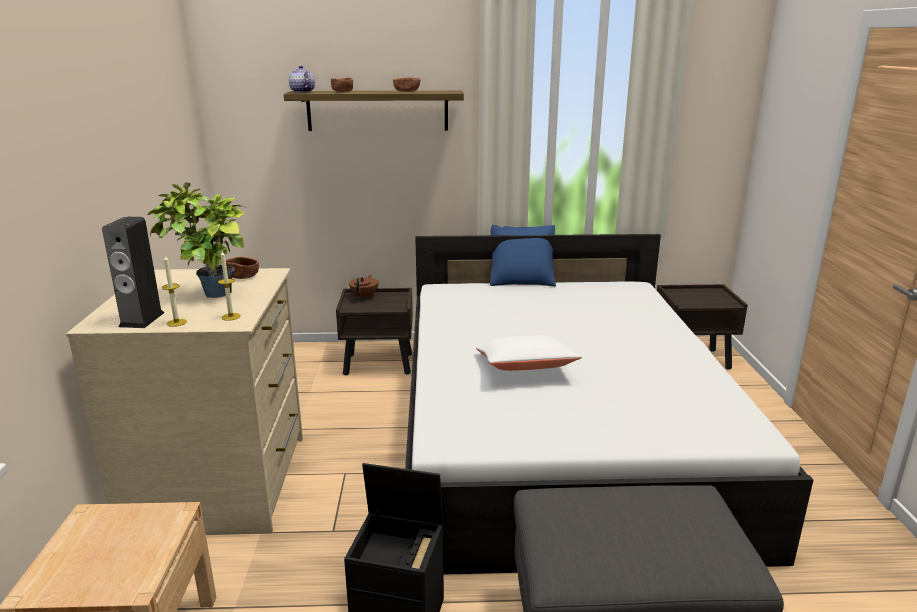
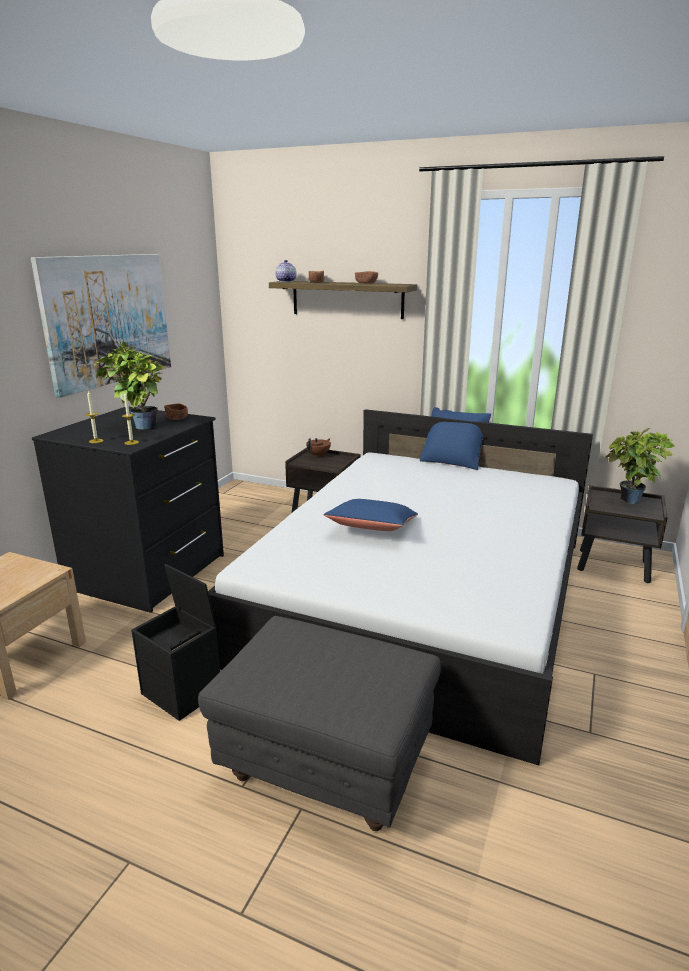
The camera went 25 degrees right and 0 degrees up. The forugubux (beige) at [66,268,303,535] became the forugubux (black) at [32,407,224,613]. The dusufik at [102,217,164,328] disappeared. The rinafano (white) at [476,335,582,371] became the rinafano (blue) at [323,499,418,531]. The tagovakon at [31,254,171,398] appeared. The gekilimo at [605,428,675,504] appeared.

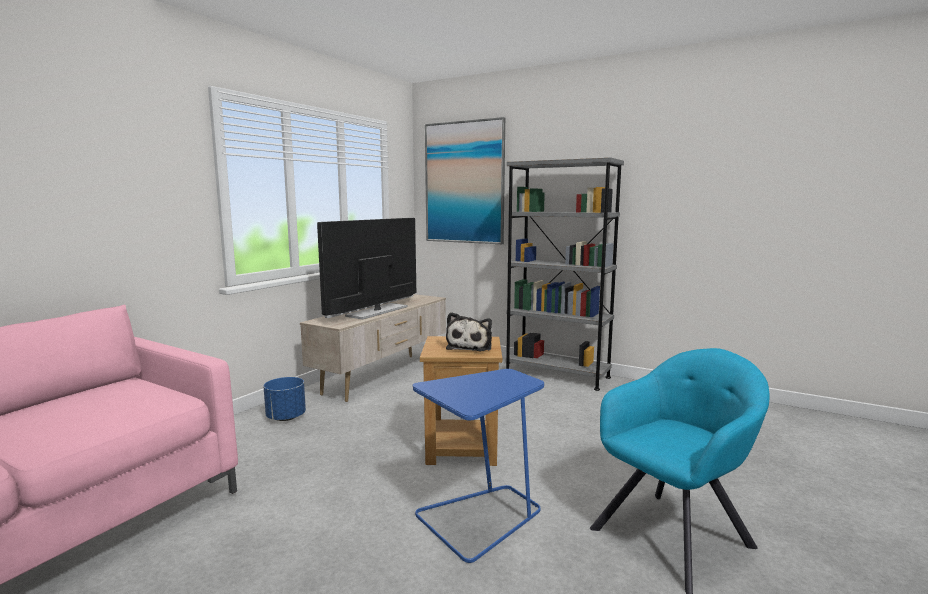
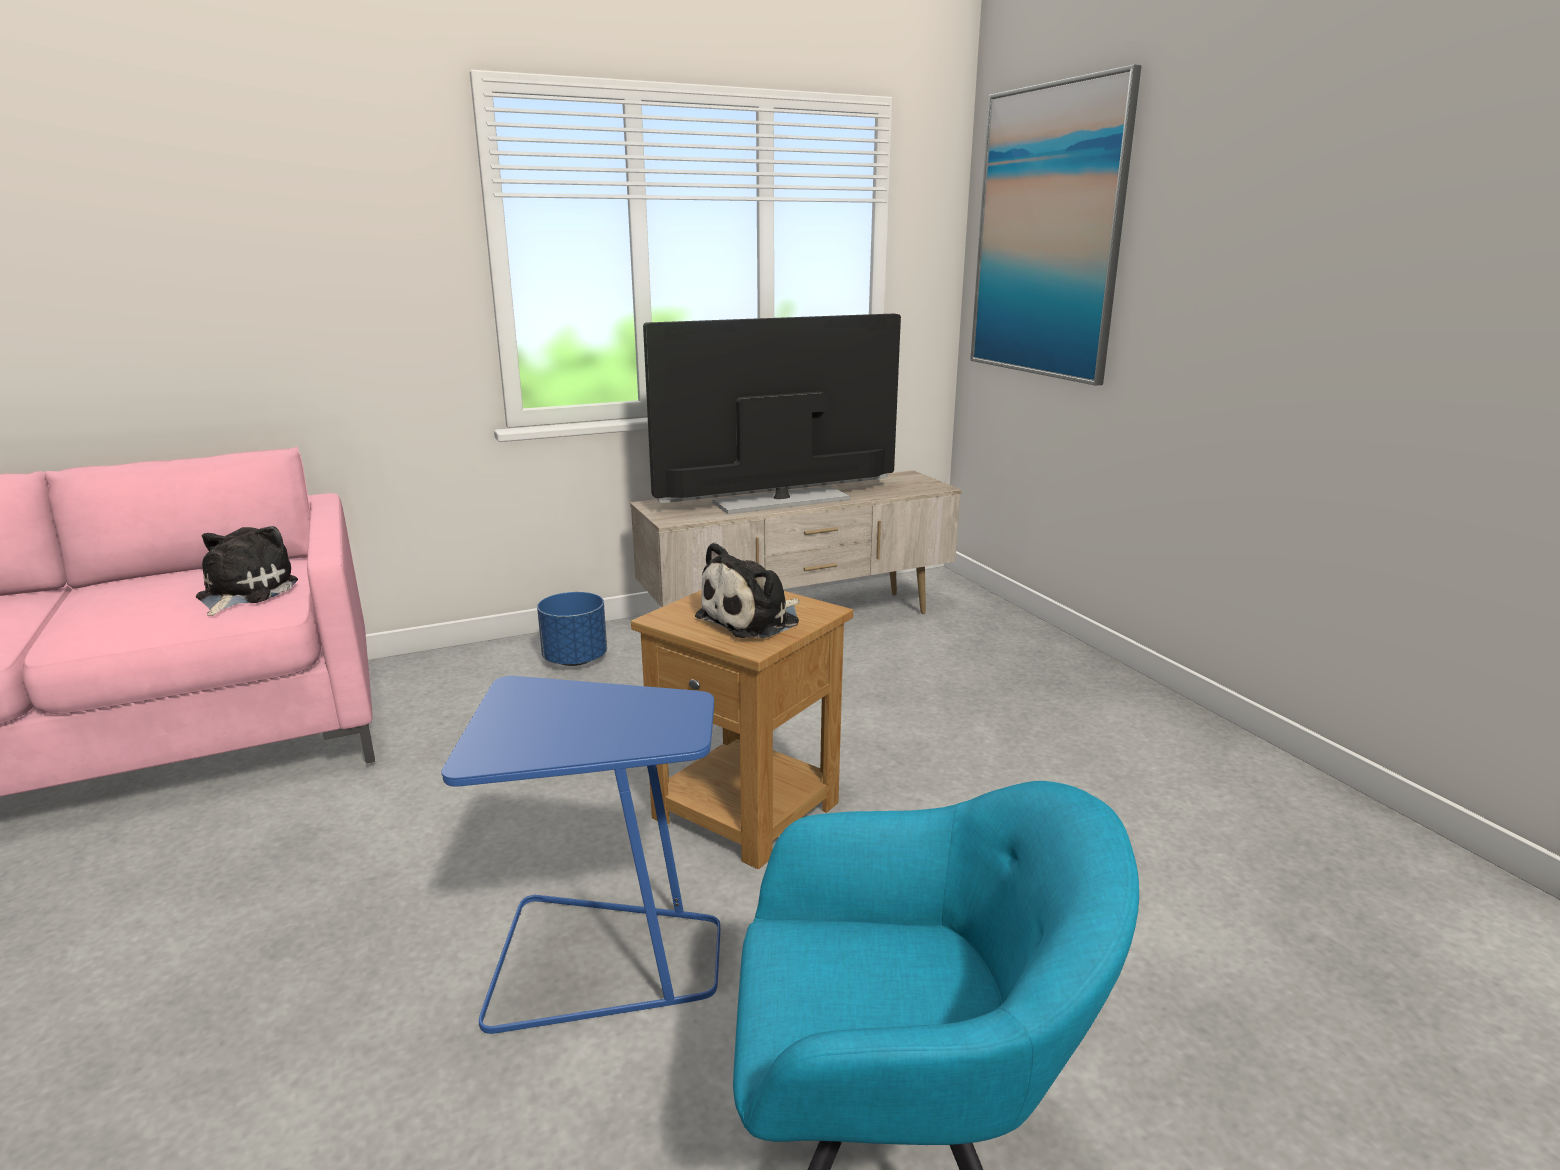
The camera went 35 degrees right and 10 degrees up. The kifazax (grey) at [506,158,624,391] disappeared. The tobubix at [196,526,298,616] appeared.

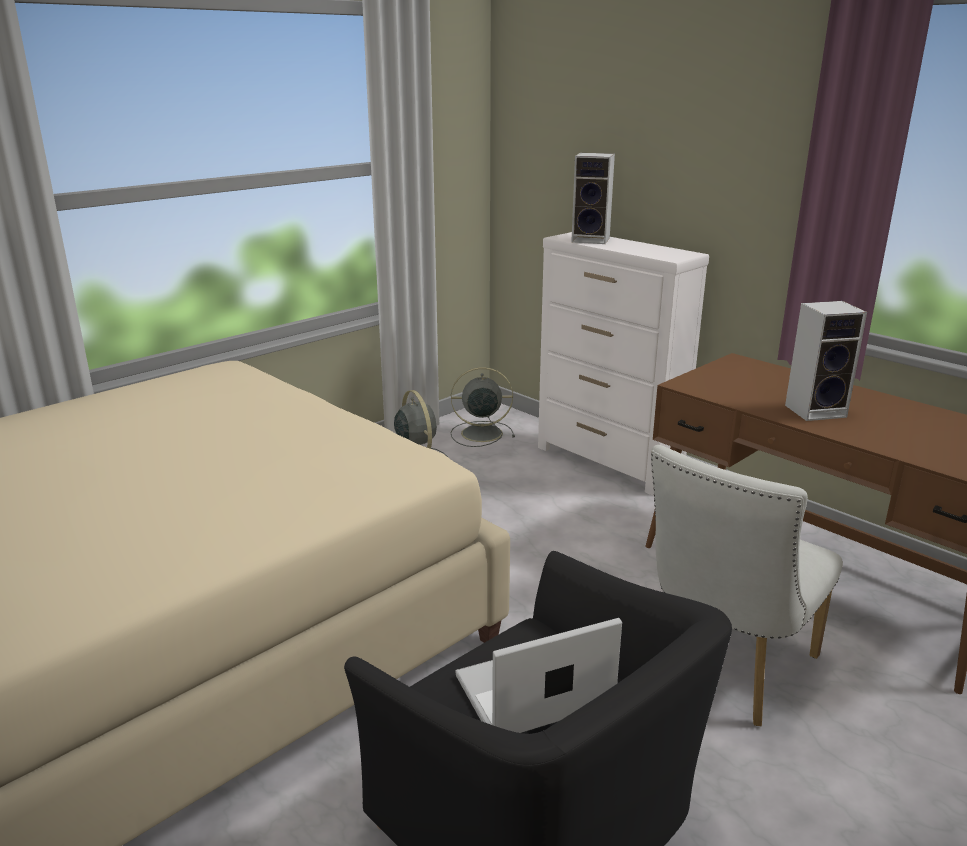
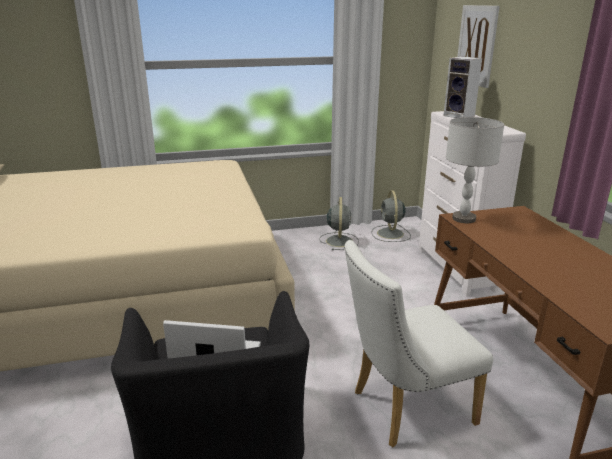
The camera went 30 degrees right and 0 degrees up. The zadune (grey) at [451,367,515,447] turned 120 degrees counterclockwise. The dusufik at [785,301,867,421] disappeared. The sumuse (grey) at [446,117,504,223] appeared. The tagovakon at [457,5,500,88] appeared.

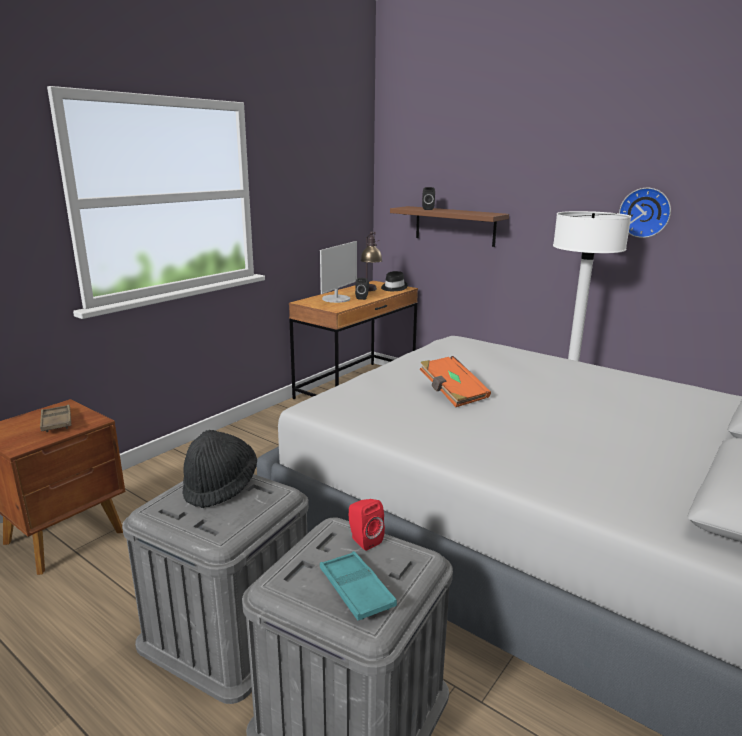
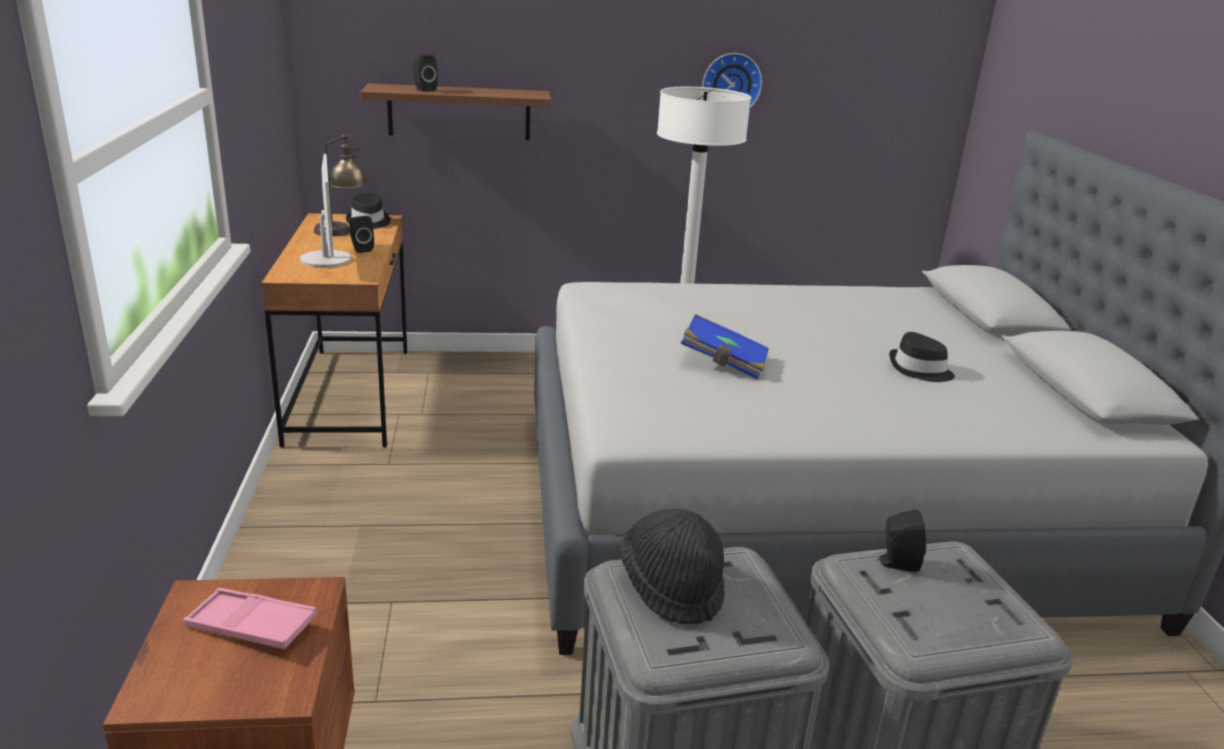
The camera went 45 degrees left and 5 degrees up. The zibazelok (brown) at [40,404,71,432] became the zibazelok (pink) at [183,588,317,649]. The zibazelok (turquoise) at [320,551,397,620] disappeared. The dusufik (red) at [348,499,385,551] became the dusufik (black) at [877,509,926,572]. The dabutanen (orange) at [420,356,491,407] became the dabutanen (blue) at [681,314,769,380]. The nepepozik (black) at [889,332,955,382] appeared.

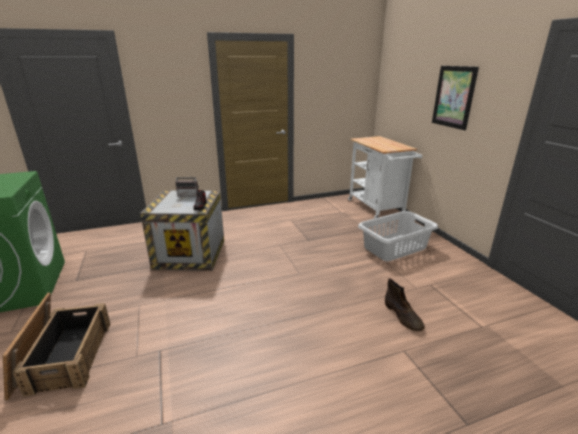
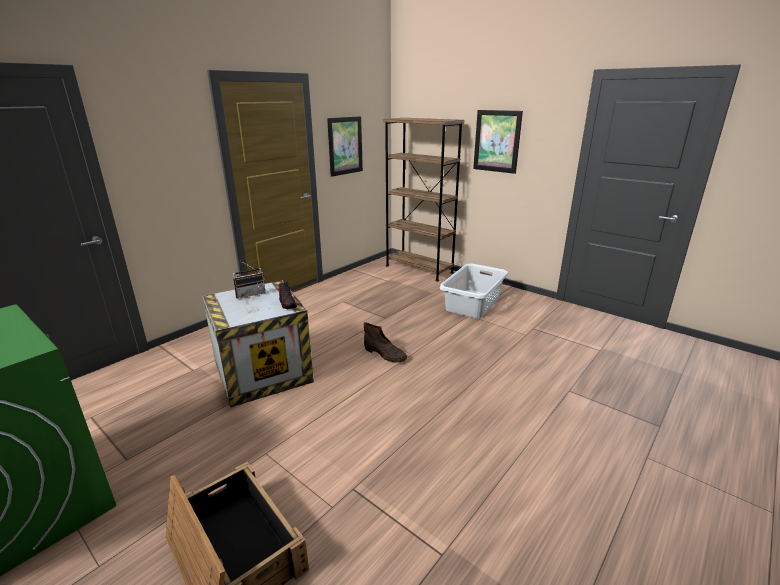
The camera went 30 degrees left and 0 degrees up. The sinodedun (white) at [348,136,422,219] was replaced by the kifazax (brown) at [383,118,464,282]. The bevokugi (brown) moved from [385,278,425,332] to [364,322,407,363]. The tagovakon at [327,116,363,177] appeared.

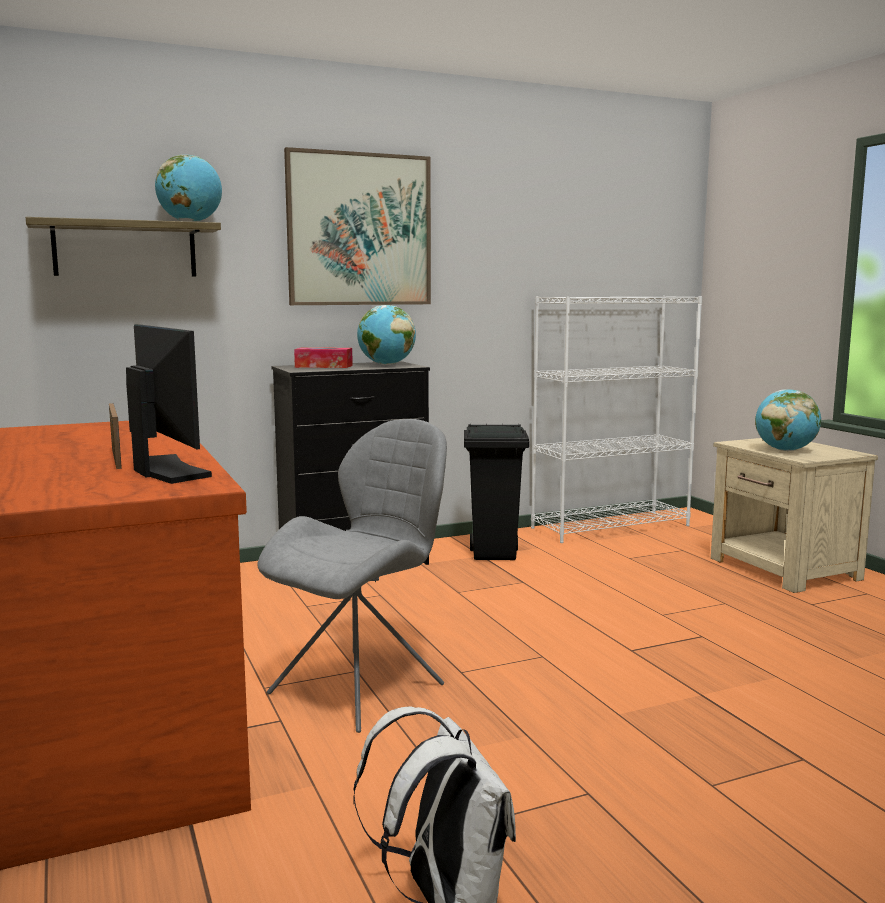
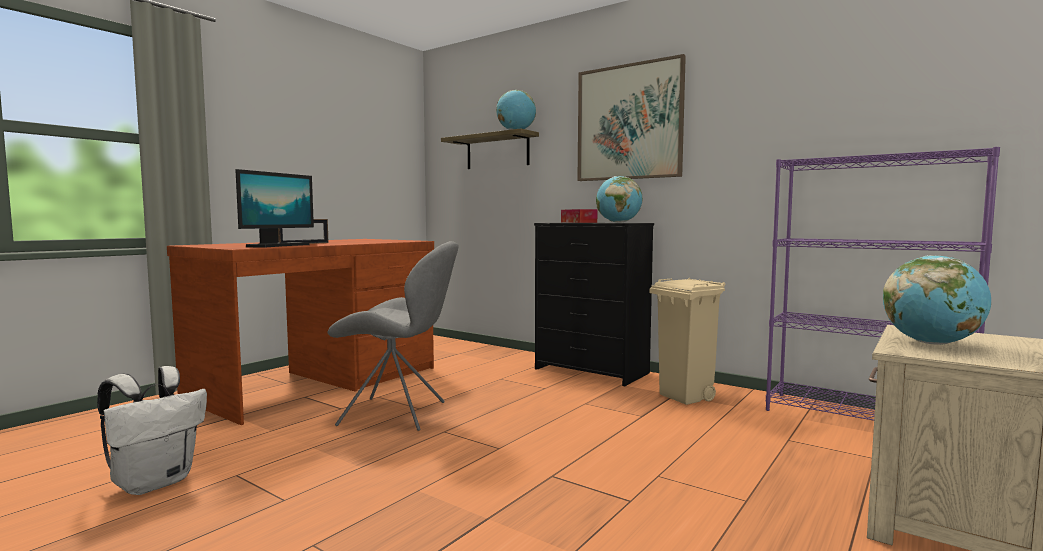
The camera went 60 degrees right and 5 degrees down. The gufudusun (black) at [464,424,529,560] became the gufudusun (beige) at [650,278,725,405]. The kifazax (white) at [531,296,702,543] became the kifazax (purple) at [766,147,1000,421].

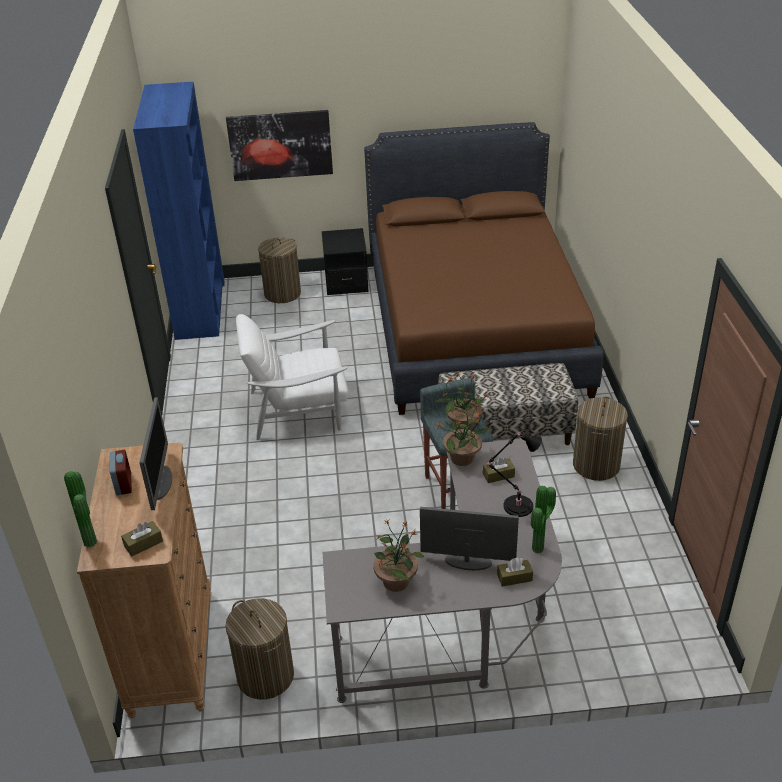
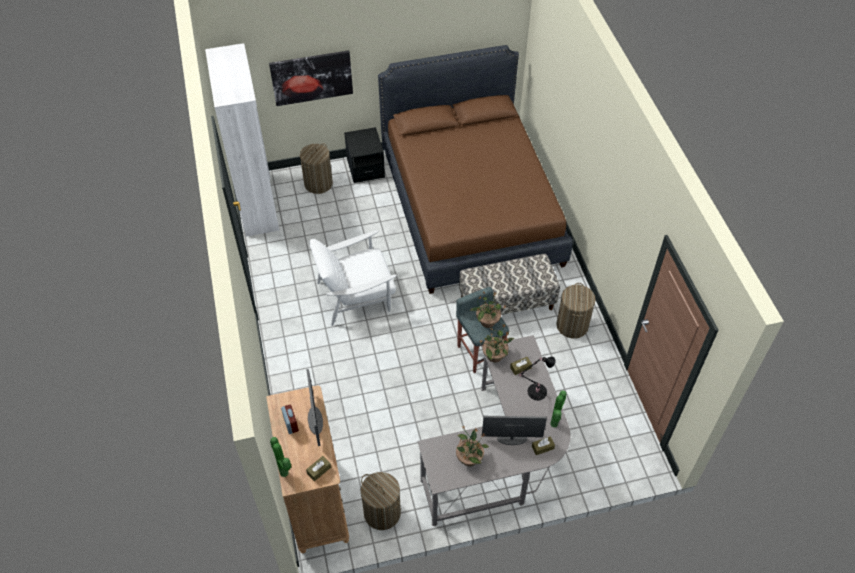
The camera went 10 degrees left and 15 degrees up. The kifazax (blue) at [133,82,225,340] became the kifazax (white) at [205,43,279,237].

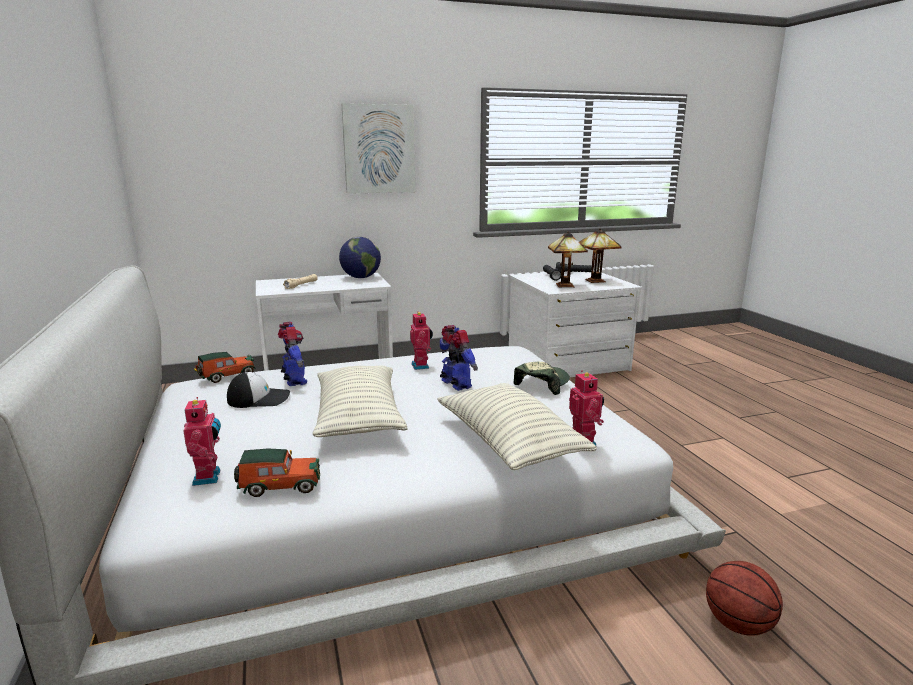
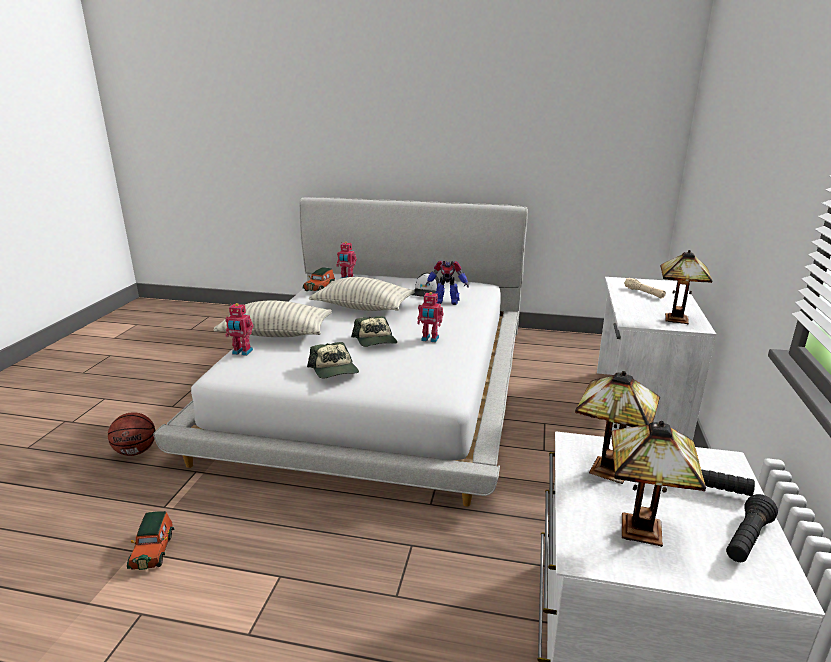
The camera went 120 degrees right and 5 degrees up. The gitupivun moved from [194,352,256,383] to [127,511,174,570]. The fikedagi at [339,237,381,278] was replaced by the sumuse at [660,250,713,324]. The tagovakon at [341,103,415,194] disappeared. The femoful at [440,325,478,391] was replaced by the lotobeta at [351,316,397,347].

